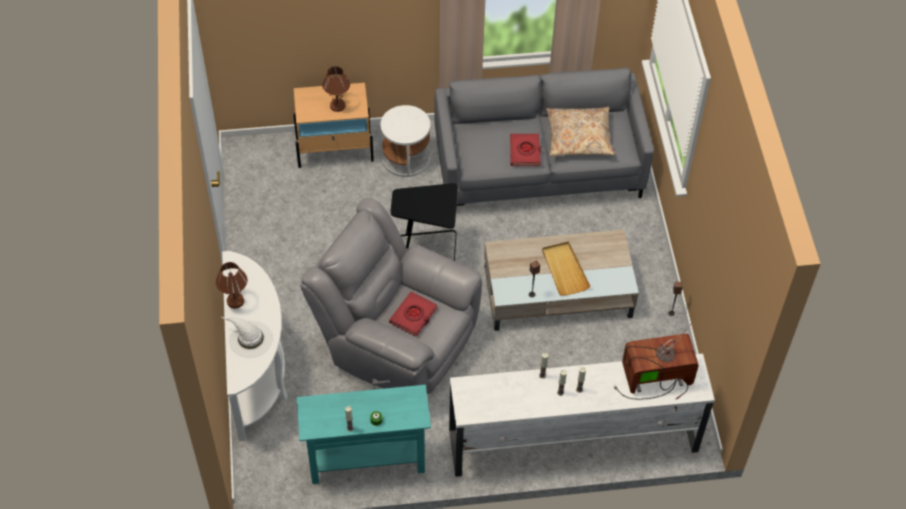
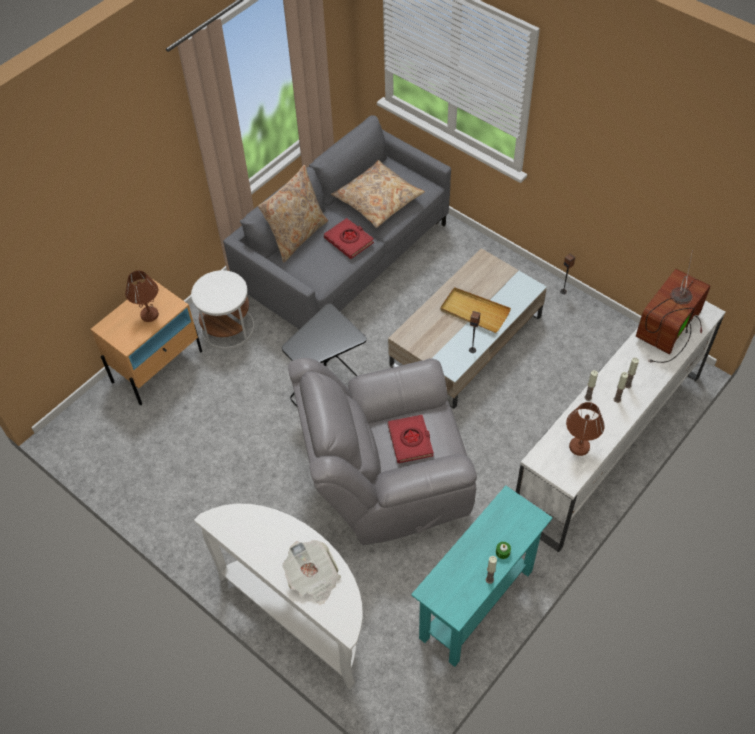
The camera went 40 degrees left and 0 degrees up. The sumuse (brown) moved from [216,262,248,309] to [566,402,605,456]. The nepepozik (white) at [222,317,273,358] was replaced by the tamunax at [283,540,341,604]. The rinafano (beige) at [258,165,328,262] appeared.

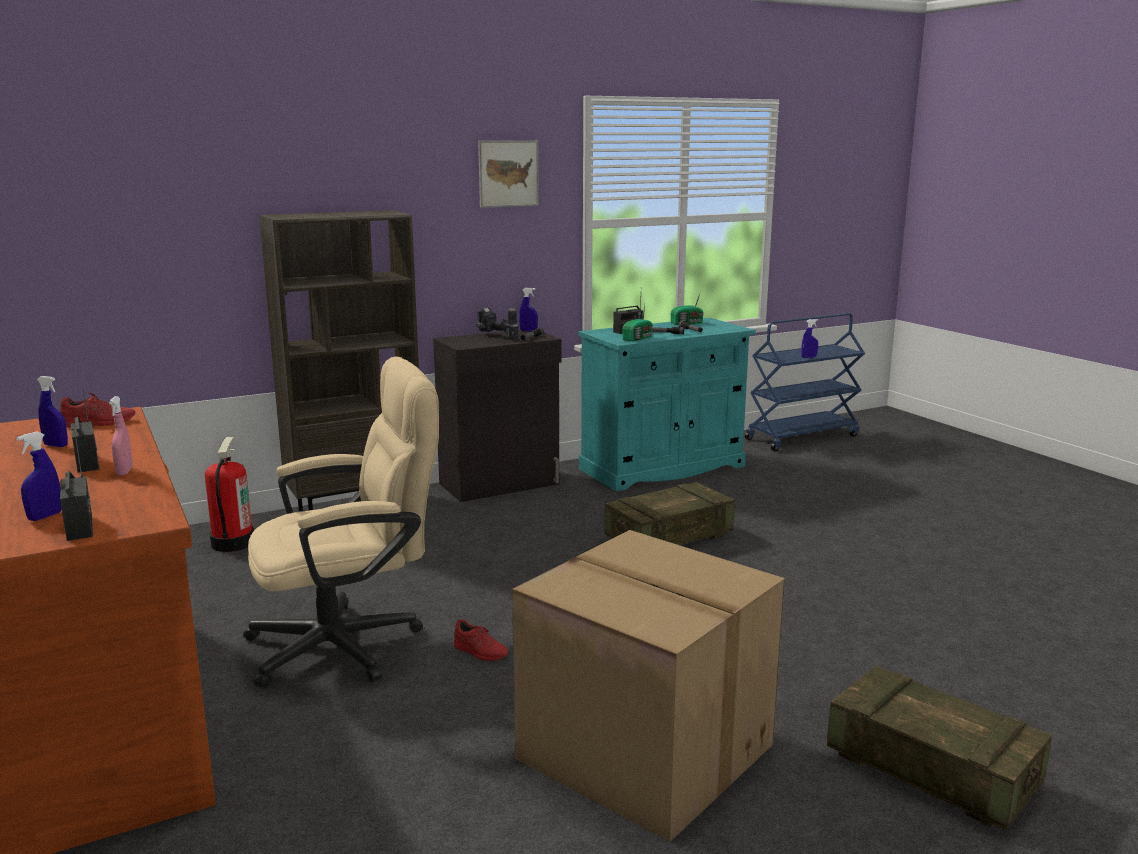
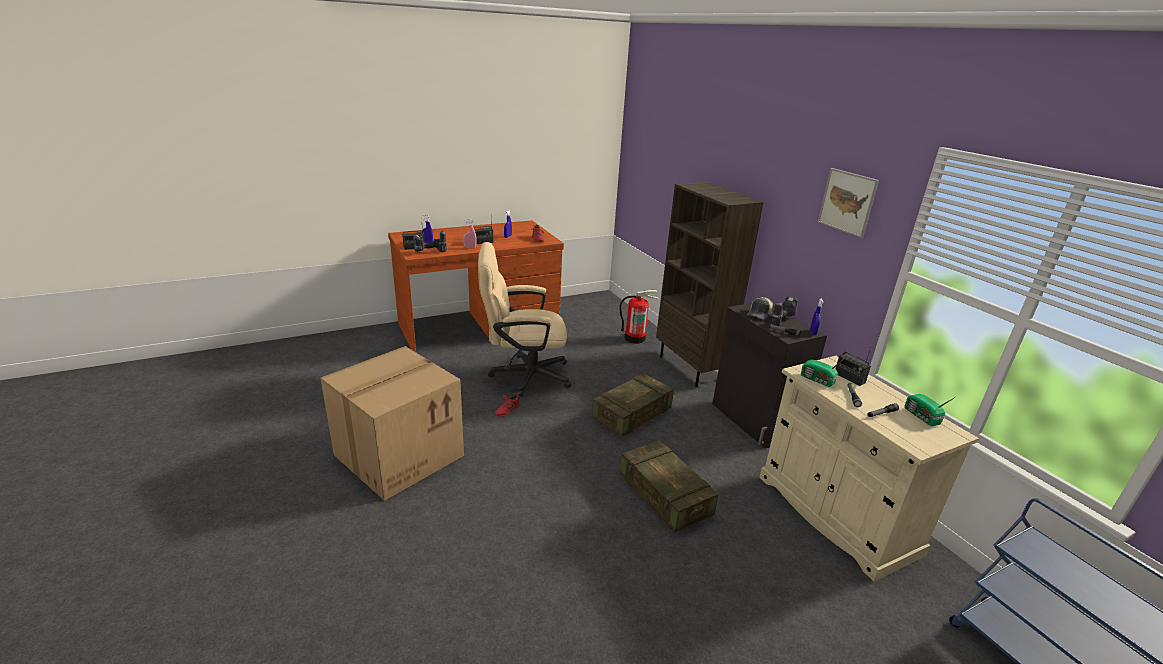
The camera went 90 degrees right and 10 degrees up. The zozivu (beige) at [243,356,439,688] turned 105 degrees clockwise. The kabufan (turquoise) at [579,318,756,491] became the kabufan (beige) at [759,356,979,581]. The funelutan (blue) at [801,319,818,358] disappeared. The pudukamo moved from [827,666,1052,830] to [592,373,674,436]. The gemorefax at [413,231,447,252] appeared. The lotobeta at [747,297,773,319] appeared.

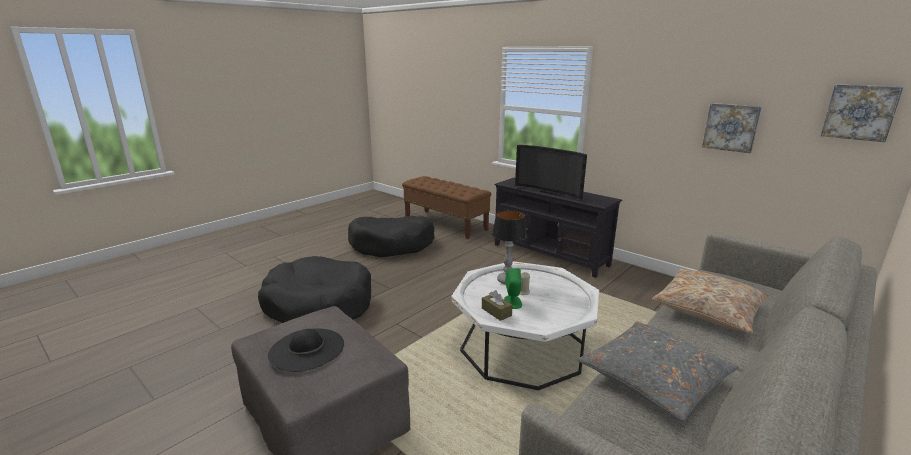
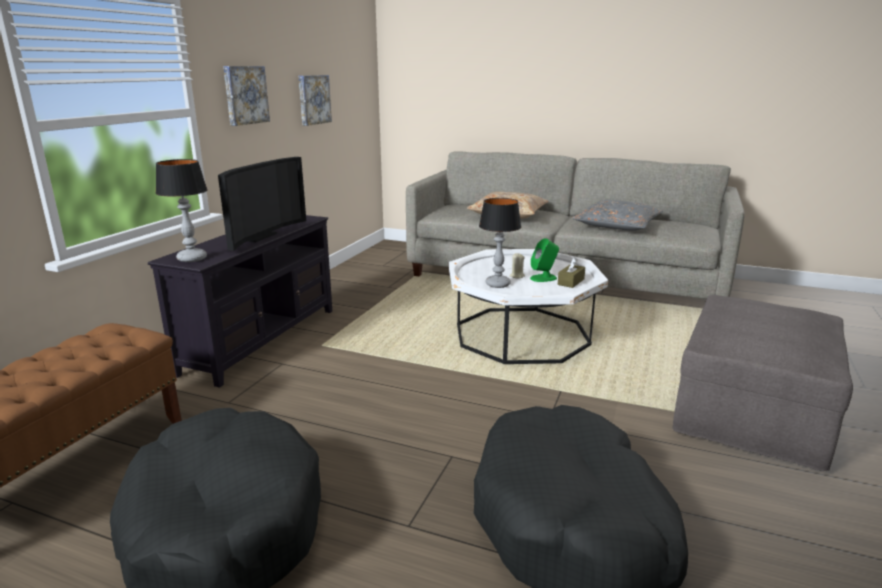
The camera went 110 degrees left and 0 degrees up. The nepepozik (black) at [268,329,344,372] disappeared. The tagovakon moved from [821,84,903,142] to [223,66,270,126]. The sumuse at [156,159,208,262] appeared.

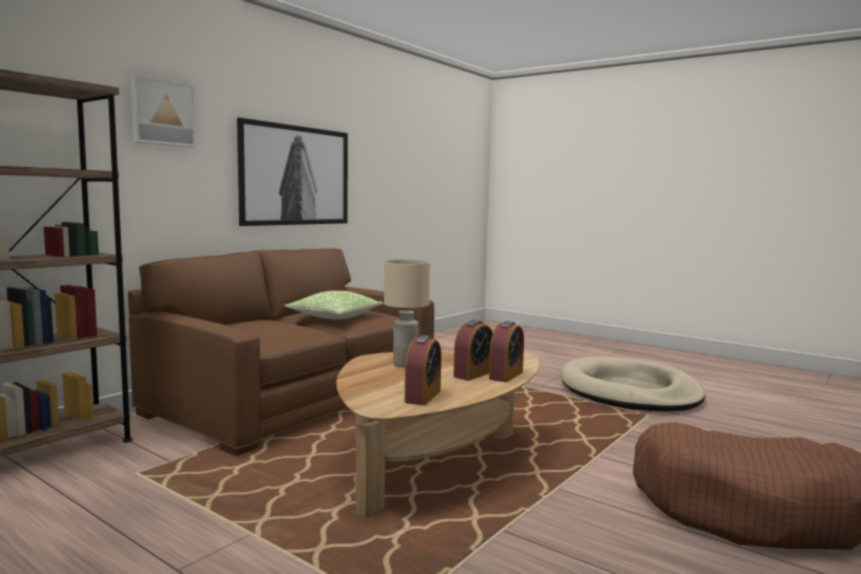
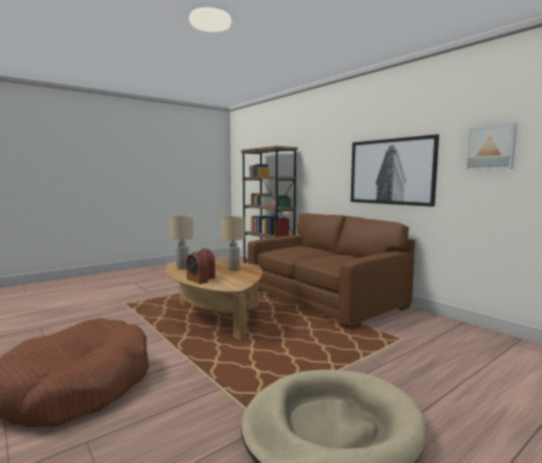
The camera went 105 degrees right and 0 degrees up. The tagovakon moved from [130,74,196,147] to [465,123,517,170]. The rinafano at [284,291,383,320] disappeared. The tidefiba at [404,335,441,406] was replaced by the sumuse (beige) at [170,216,193,269].

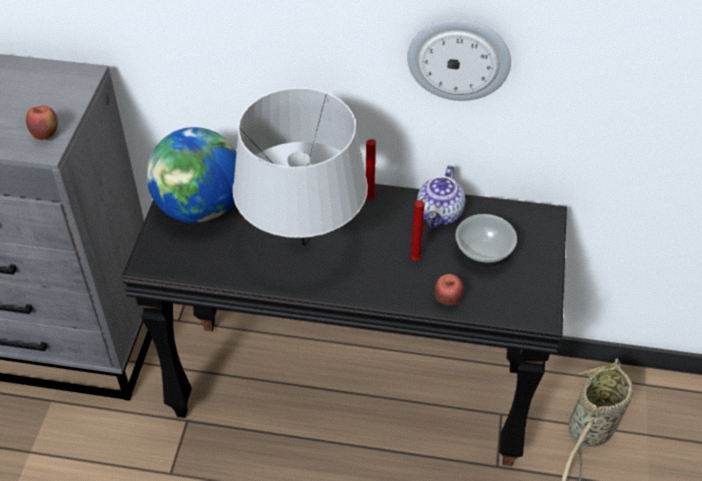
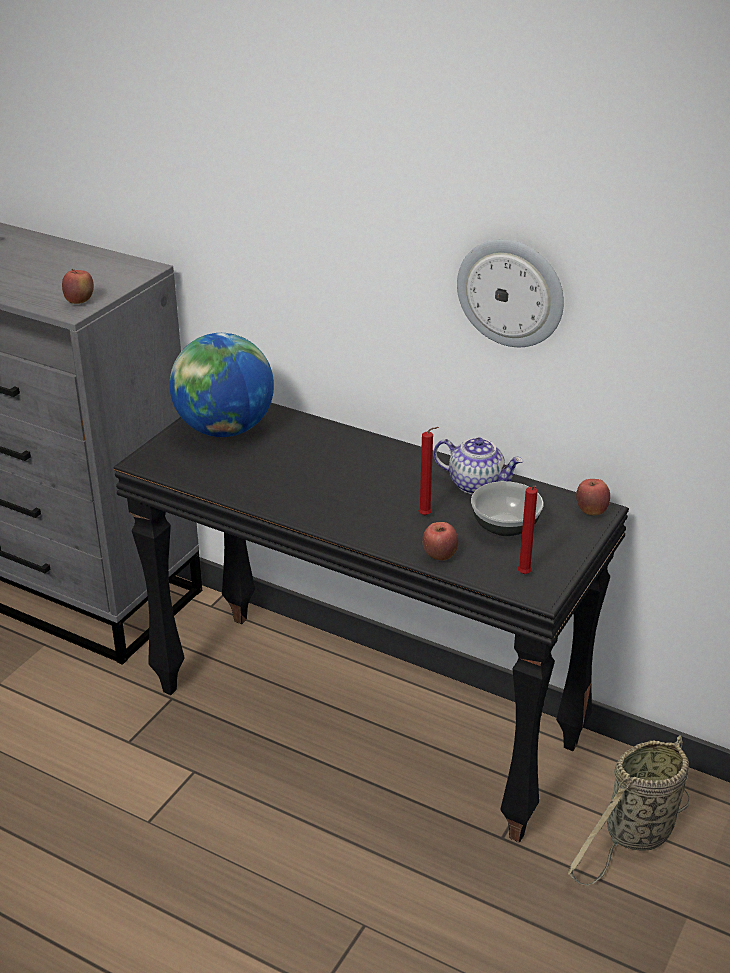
The camera went 20 degrees right and 15 degrees down. The sumuse (grey) at [233,88,368,246] disappeared. The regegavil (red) moved from [366,139,376,200] to [518,486,538,574]. The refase at [417,165,465,227] turned 105 degrees counterclockwise. The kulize at [576,479,610,515] appeared.

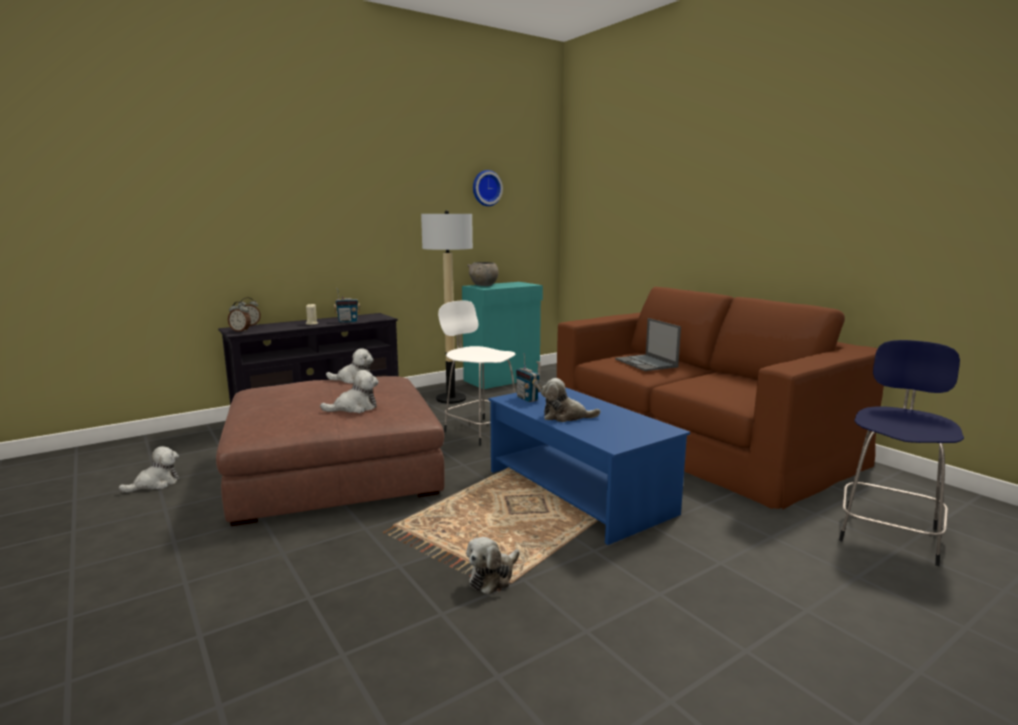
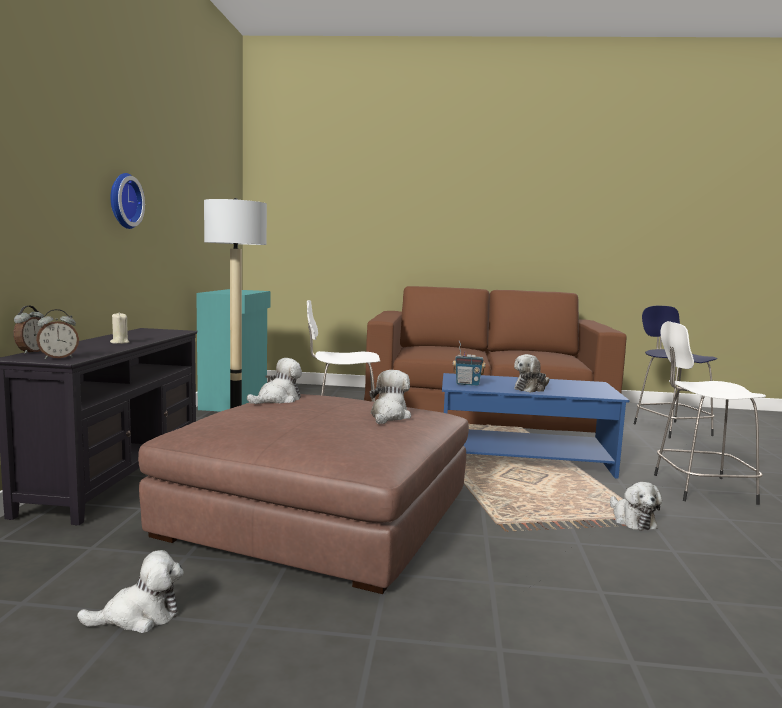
The camera went 50 degrees left and 5 degrees down. The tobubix at [118,446,179,493] turned 75 degrees clockwise. The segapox at [334,288,360,323] disappeared. The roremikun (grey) at [467,262,499,286] disappeared. The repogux moved from [473,170,503,206] to [111,173,145,229]. The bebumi at [615,318,681,371] disappeared. The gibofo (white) at [654,321,766,505] appeared.

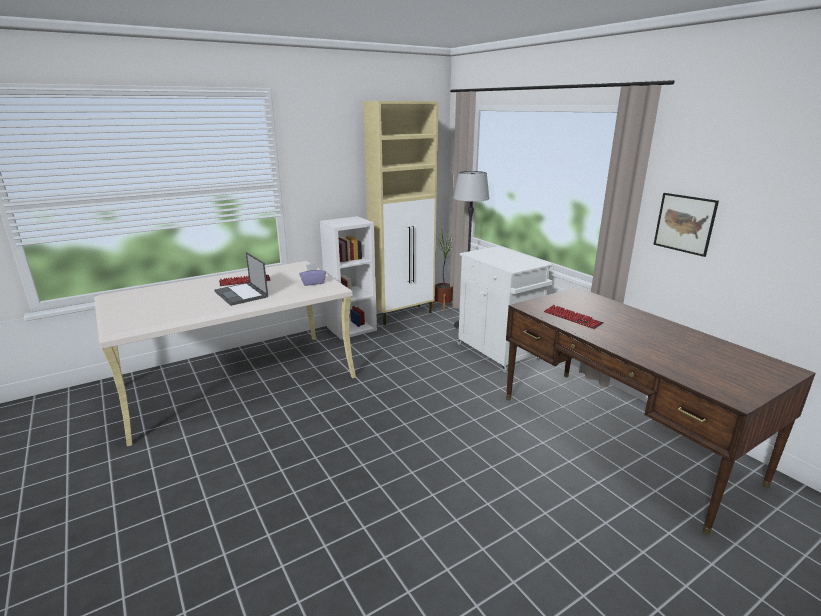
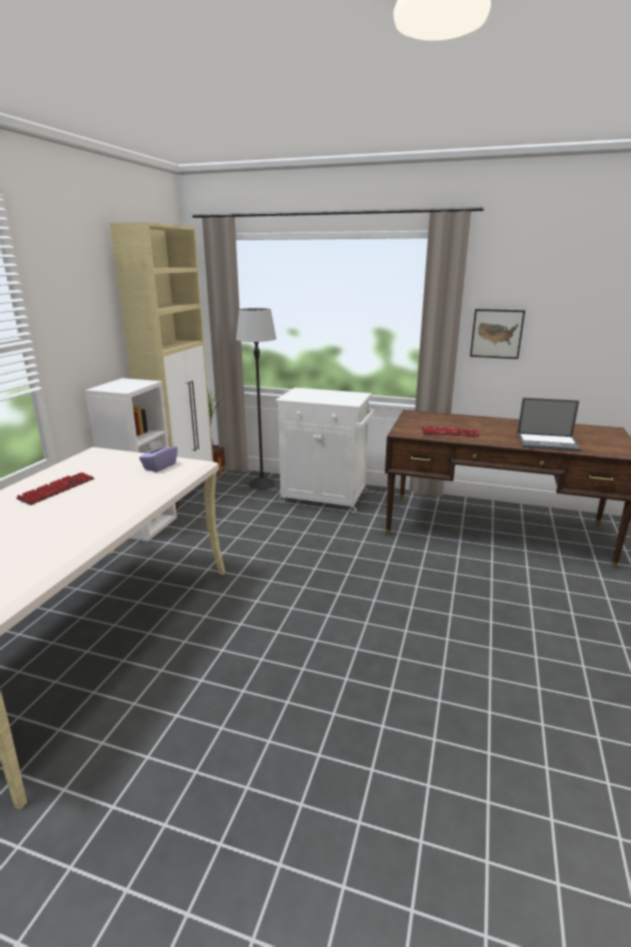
The camera went 40 degrees left and 0 degrees up. The bebumi moved from [214,252,268,306] to [517,398,582,452].

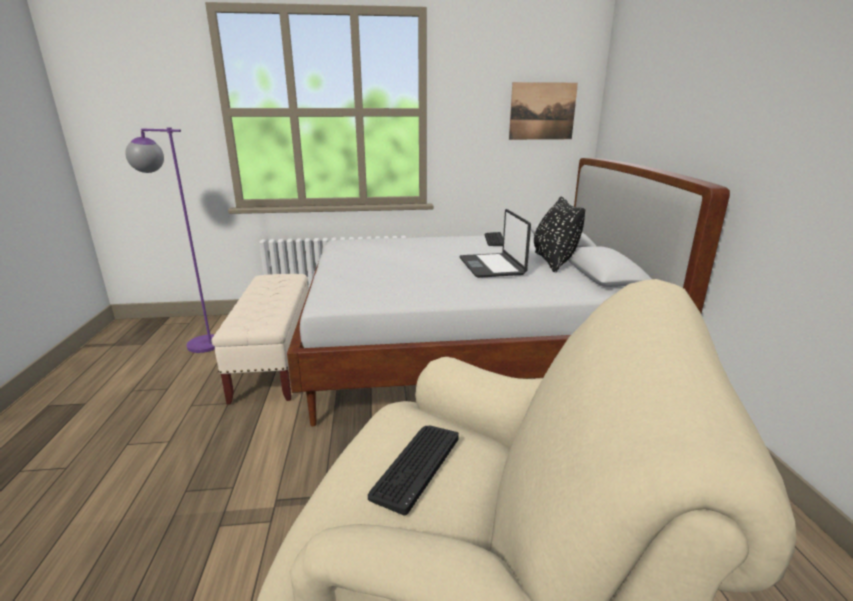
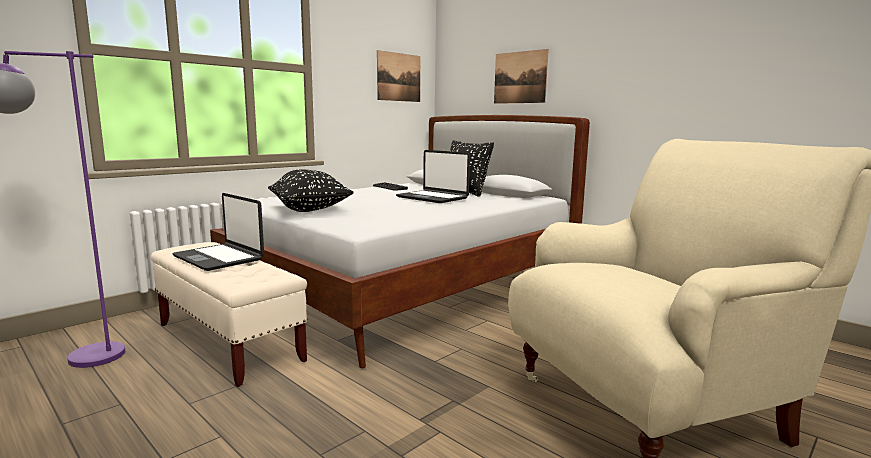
The camera went 40 degrees left and 10 degrees down. The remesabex at [368,426,459,515] disappeared. The bebumi at [173,193,264,271] appeared. The rinafano (black) at [268,170,353,212] appeared. The tagovakon at [494,49,549,104] appeared.

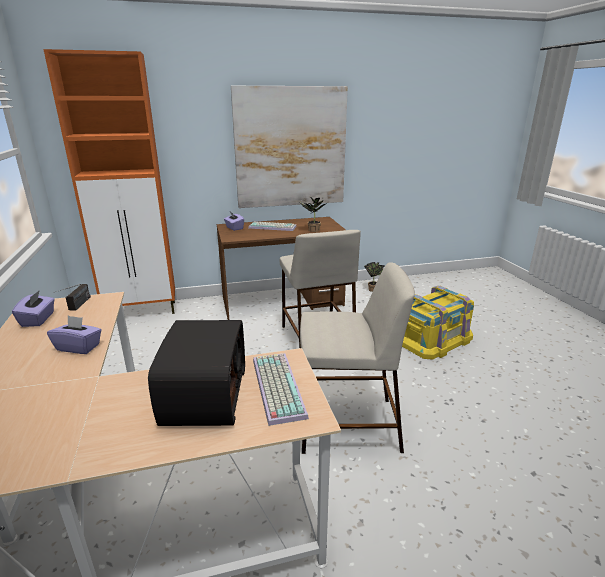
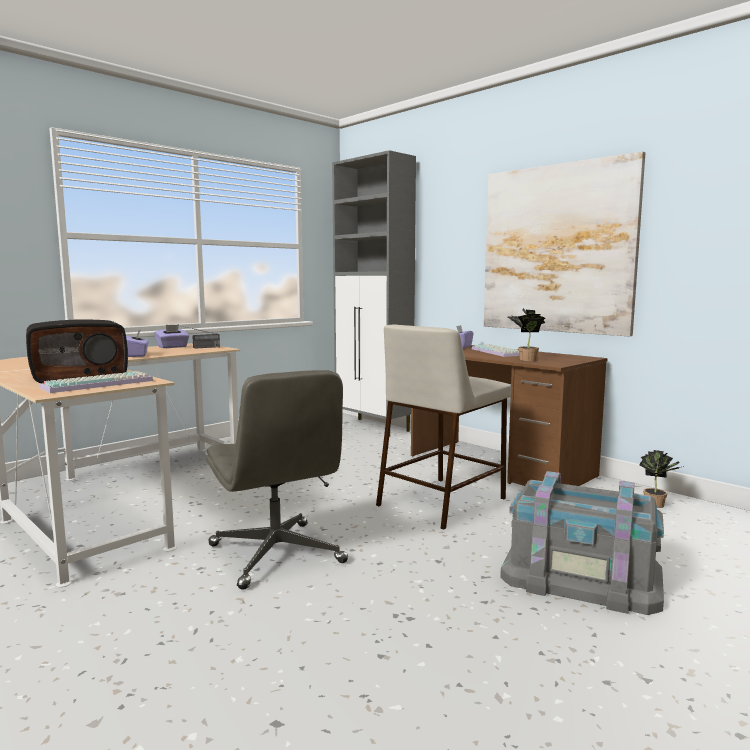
The camera went 60 degrees right and 15 degrees down. The kabufan (orange) at [43,49,175,314] became the kabufan (grey) at [332,150,416,437]. The gibofo (beige) at [300,262,415,454] was replaced by the zozivu (grey) at [206,370,348,590]. The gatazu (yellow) at [402,286,474,360] became the gatazu (grey) at [500,471,664,615].

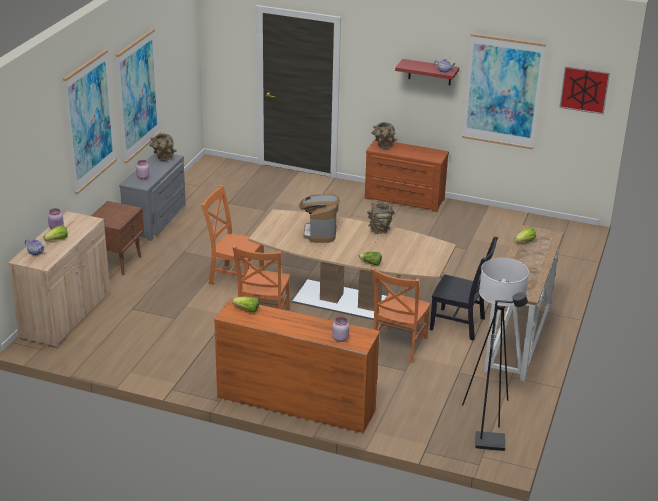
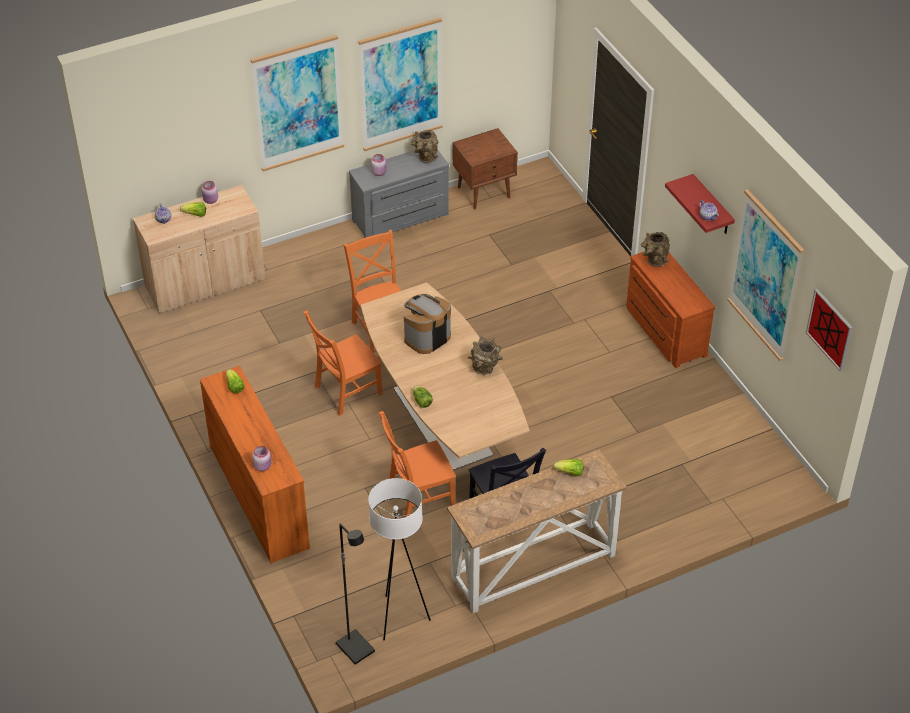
The camera went 45 degrees right and 15 degrees up. The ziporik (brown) moved from [91,201,144,275] to [453,128,518,209].

